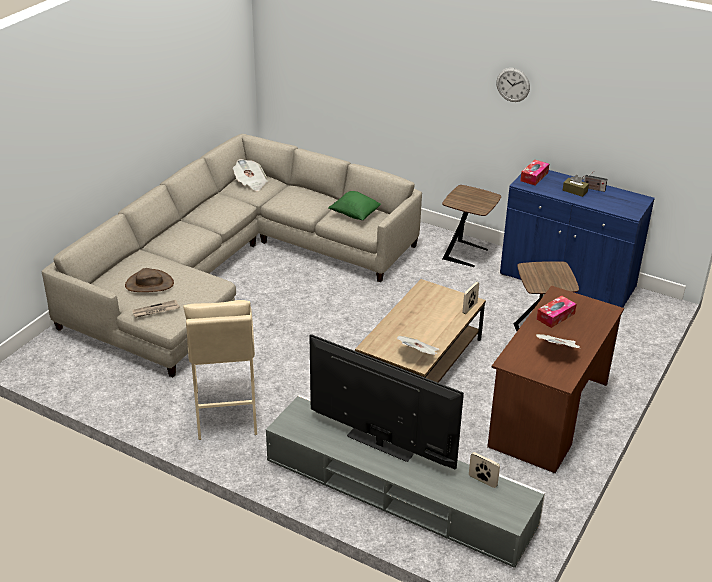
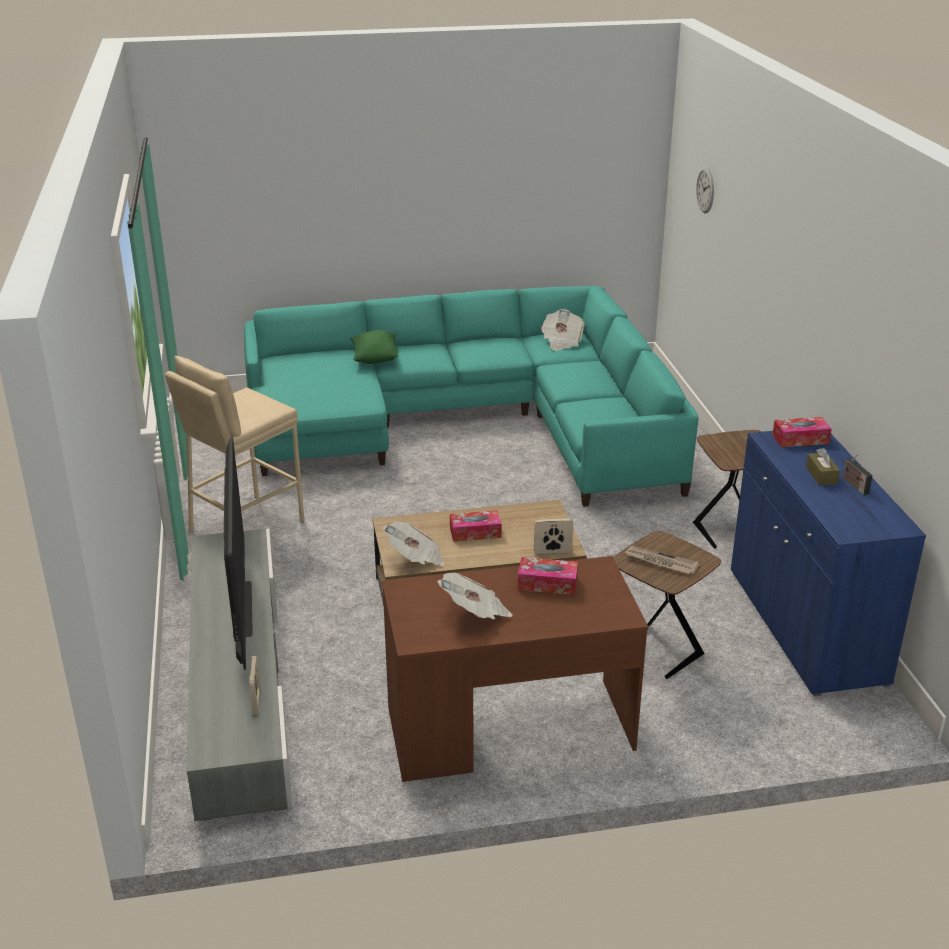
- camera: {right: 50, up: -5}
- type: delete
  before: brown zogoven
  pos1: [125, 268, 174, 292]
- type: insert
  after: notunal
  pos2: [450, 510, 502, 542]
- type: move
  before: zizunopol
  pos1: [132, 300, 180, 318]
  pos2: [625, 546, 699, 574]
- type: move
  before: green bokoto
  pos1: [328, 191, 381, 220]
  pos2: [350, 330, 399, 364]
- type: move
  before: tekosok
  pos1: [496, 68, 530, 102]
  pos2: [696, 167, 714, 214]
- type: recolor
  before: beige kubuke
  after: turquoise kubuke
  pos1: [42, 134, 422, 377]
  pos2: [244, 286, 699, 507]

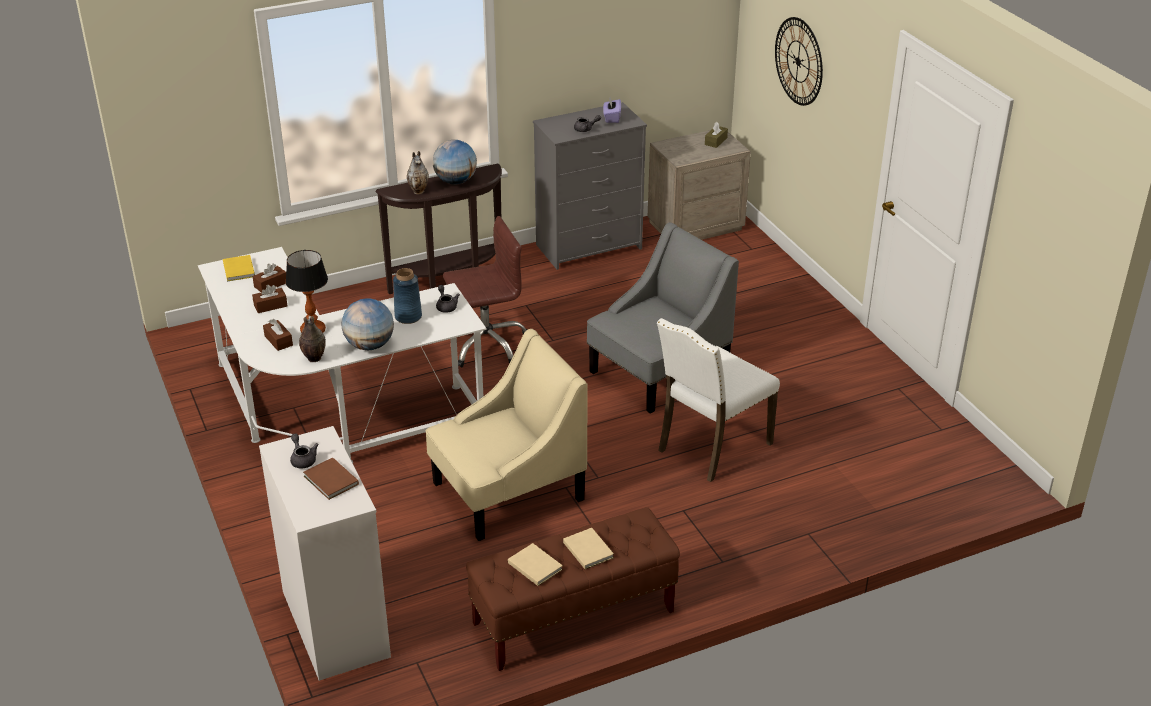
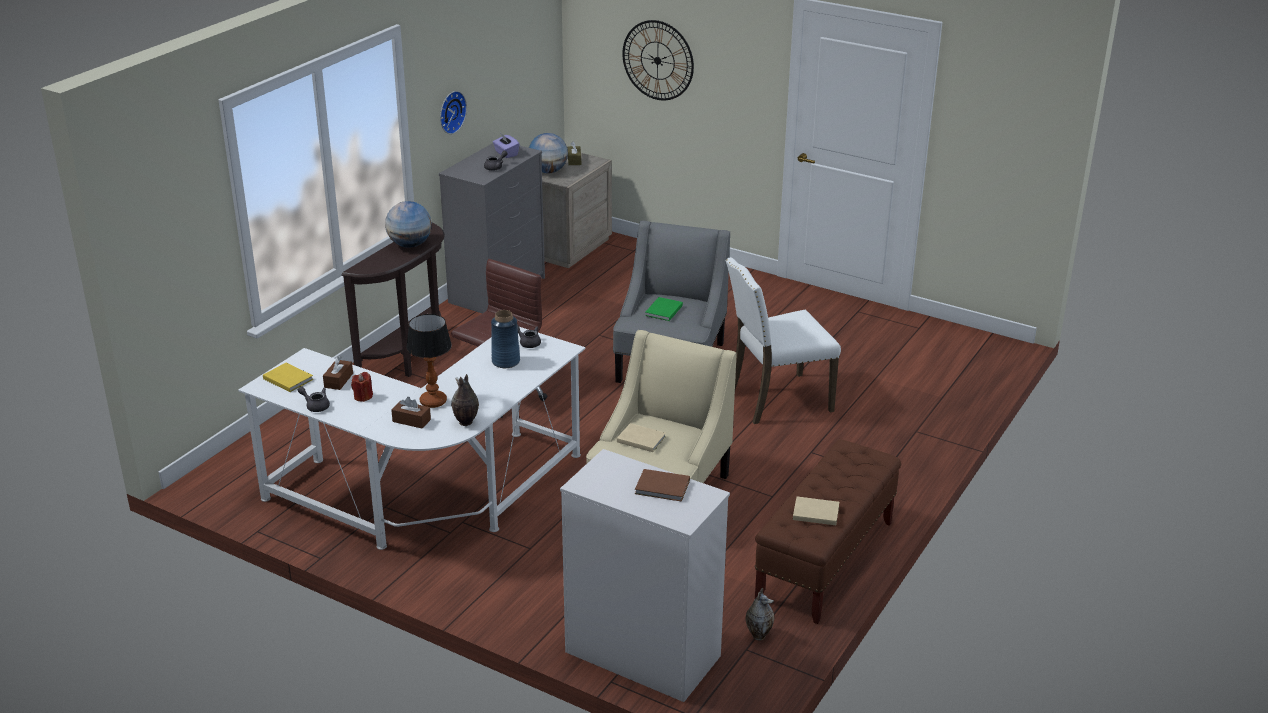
- camera: {right: -35, up: -5}
- type: insert
  after: tekosok
  pos2: [440, 91, 467, 134]
- type: insert
  after: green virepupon
  pos2: [645, 297, 683, 321]
- type: move
  before: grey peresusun
  pos1: [290, 433, 319, 469]
  pos2: [298, 386, 330, 412]
- type: move
  before: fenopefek
  pos1: [341, 298, 394, 350]
  pos2: [529, 133, 568, 173]
- type: move
  before: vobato
  pos1: [407, 151, 429, 194]
  pos2: [746, 588, 774, 641]
- type: move
  before: beige virepupon
  pos1: [563, 528, 614, 569]
  pos2: [617, 423, 666, 452]
- type: replace
  before: brown notunal
  after: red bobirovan
  pos1: [252, 285, 287, 313]
  pos2: [351, 372, 373, 402]
- type: rotate
  before: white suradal
  pos1: [657, 318, 780, 482]
  pos2: [725, 257, 841, 424]
  turn: 60

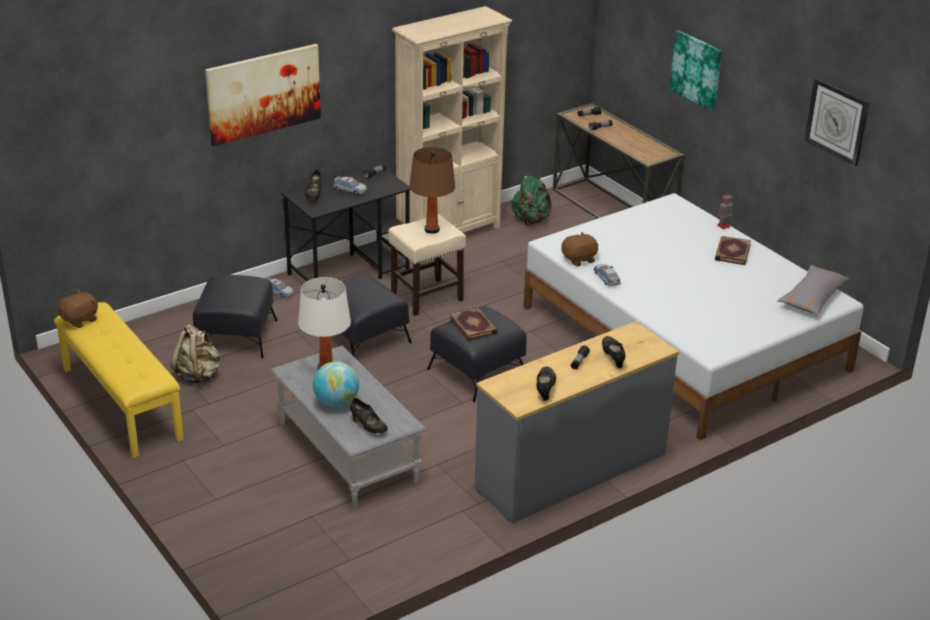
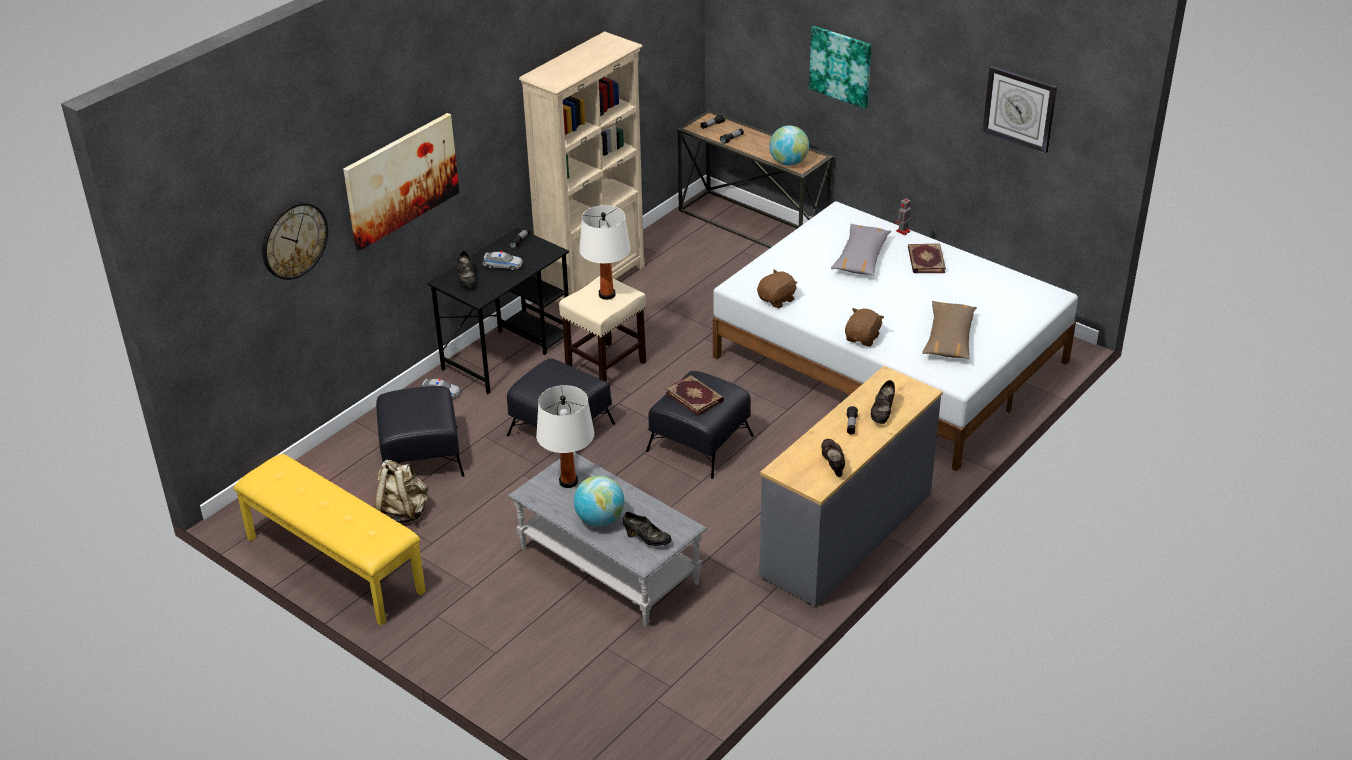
- camera: {right: -15, up: 5}
- type: delete
  before: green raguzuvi
  pos1: [511, 173, 551, 225]
- type: delete
  before: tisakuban
  pos1: [594, 264, 621, 287]
- type: insert
  after: tekosok
  pos2: [262, 202, 328, 280]
- type: insert
  after: fenopefek
  pos2: [769, 125, 809, 166]
- type: insert
  after: brown bokoto
  pos2: [922, 301, 977, 359]
- type: move
  before: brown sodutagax
  pos1: [58, 290, 98, 328]
  pos2: [845, 308, 884, 347]
- type: move
  before: grey bokoto
  pos1: [777, 265, 849, 315]
  pos2: [831, 224, 891, 276]
- type: recolor
  before: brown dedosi
  after: white dedosi
  pos1: [409, 147, 455, 234]
  pos2: [579, 205, 631, 300]
- type: rotate
  before: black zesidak
  pos1: [602, 336, 626, 368]
  pos2: [871, 380, 895, 424]
  turn: -135

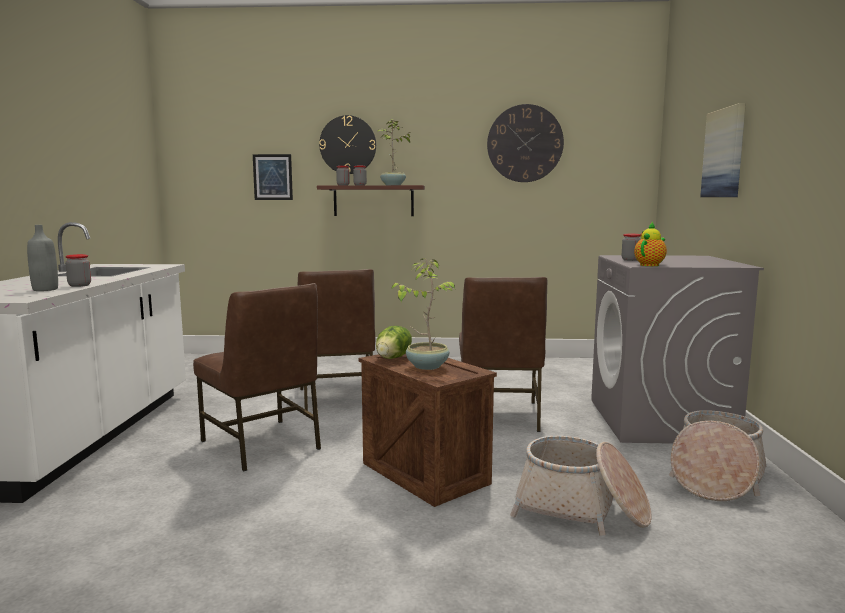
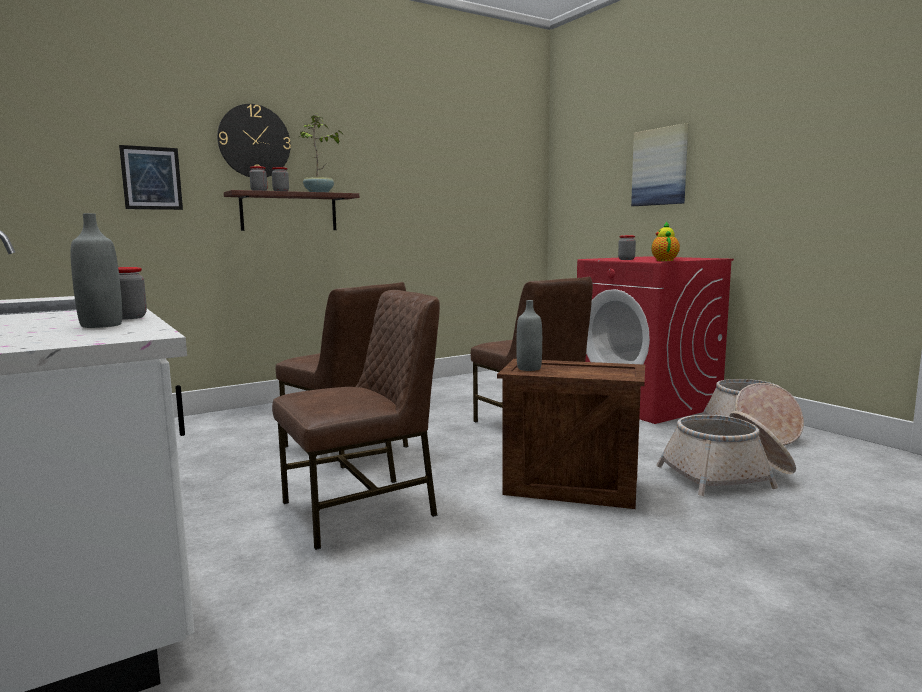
- camera: {right: -35, up: 0}
- type: delete
  before: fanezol
  pos1: [392, 258, 455, 370]
- type: delete
  before: tekosok
  pos1: [487, 104, 564, 182]
- type: replace
  before: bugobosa
  after: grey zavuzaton
  pos1: [376, 326, 412, 359]
  pos2: [516, 300, 542, 371]
- type: recolor
  before: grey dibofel
  after: red dibofel
  pos1: [591, 255, 764, 444]
  pos2: [577, 256, 734, 424]
- type: rotate
  before: brown suradal
  pos1: [193, 283, 321, 471]
  pos2: [272, 290, 440, 550]
  turn: -45

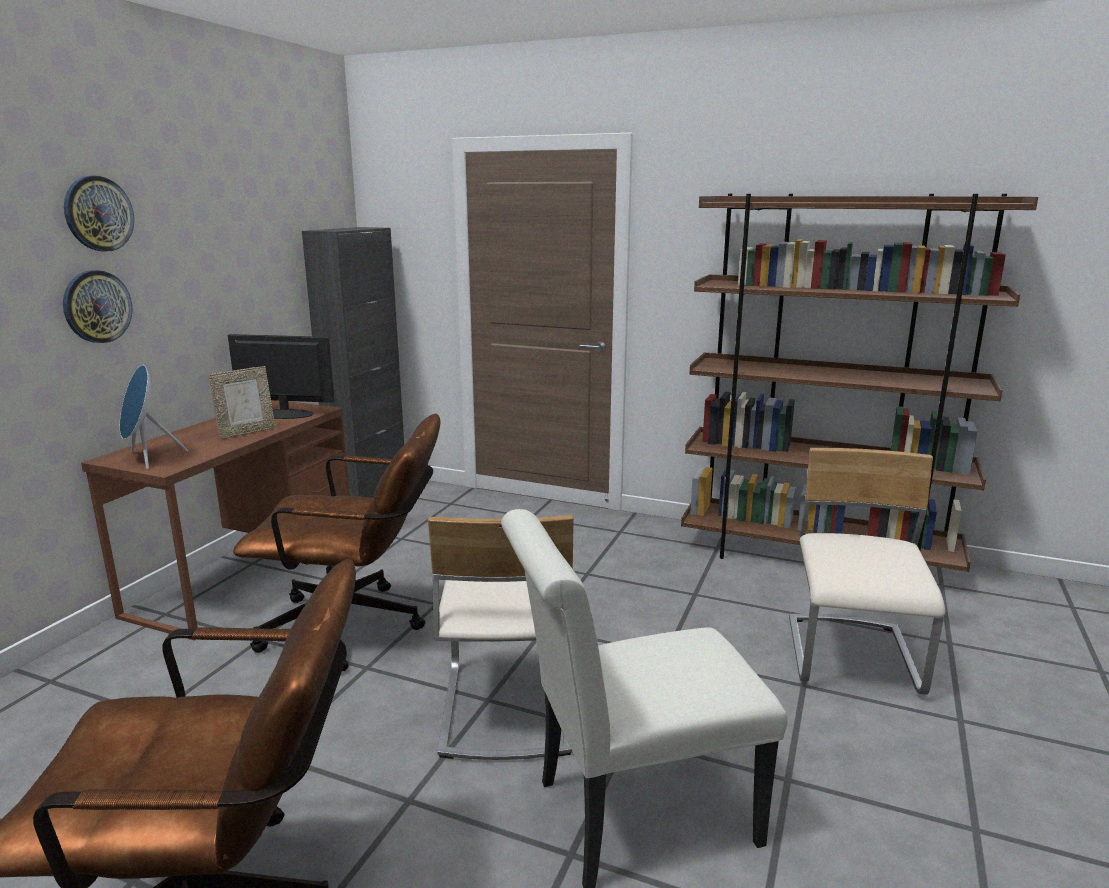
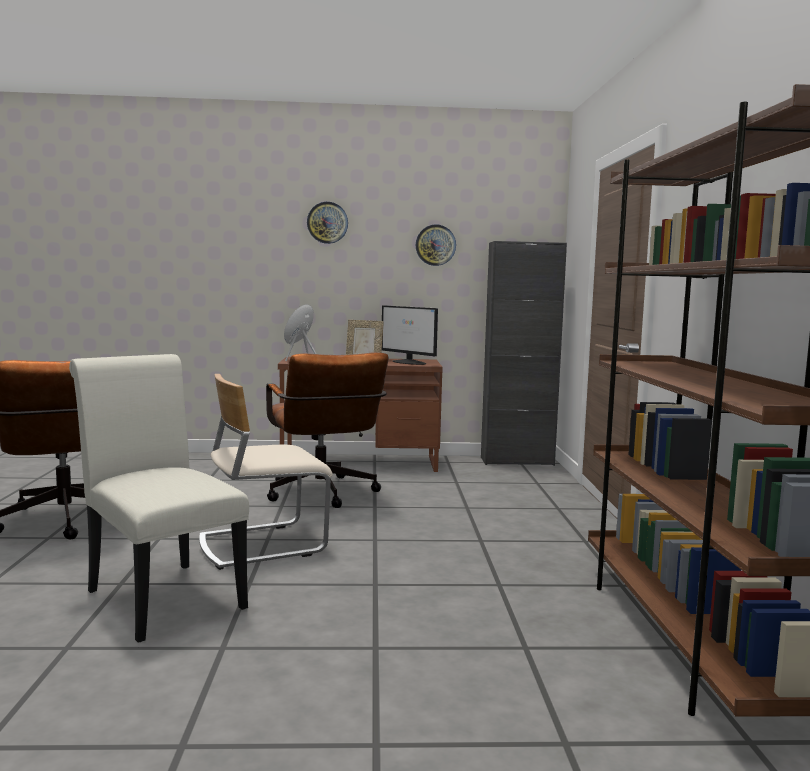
- camera: {right: 65, up: -10}
- type: delete
  before: beige suradal
  pos1: [789, 448, 945, 695]
- type: move
  before: tekosok
  pos1: [63, 270, 133, 343]
  pos2: [416, 224, 456, 266]
- type: rotate
  before: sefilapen
  pos1: [228, 334, 335, 419]
  pos2: [382, 305, 438, 365]
  turn: 150

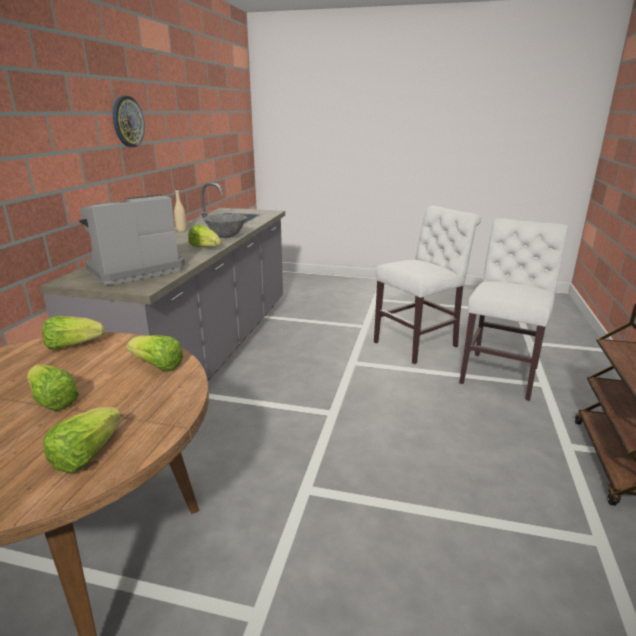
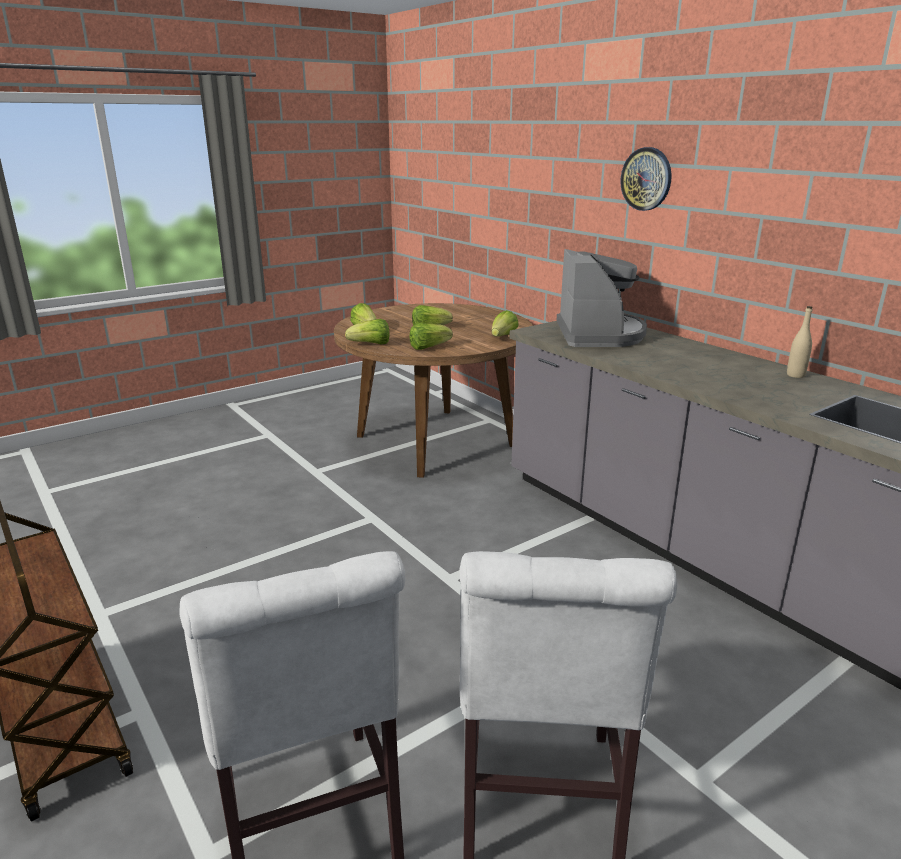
- camera: {right: 130, up: 0}
- type: delete
  before: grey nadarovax
  pos1: [203, 214, 247, 238]
- type: move
  before: tekosok
  pos1: [113, 96, 145, 147]
  pos2: [621, 147, 672, 211]
- type: move
  before: bugobosa
  pos1: [188, 225, 221, 247]
  pos2: [345, 319, 390, 345]

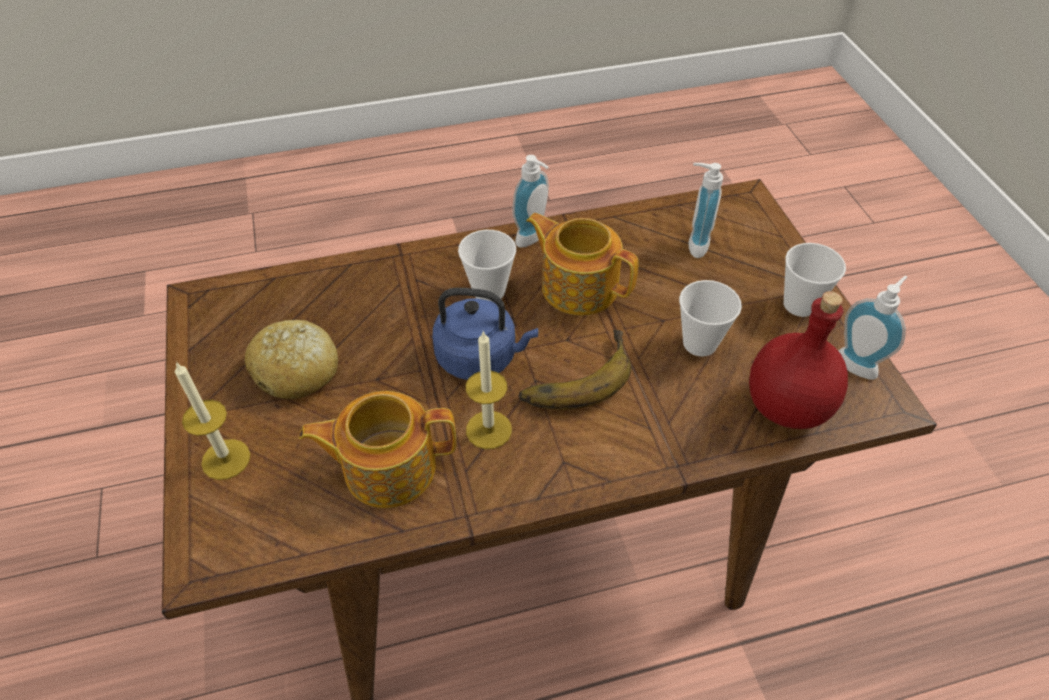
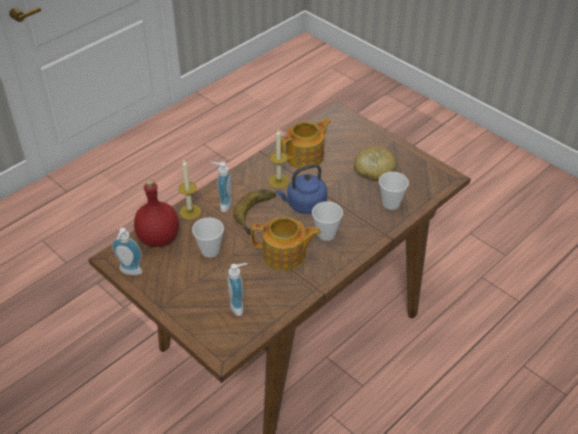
- camera: {right: 150, up: -5}
- type: move
  before: bobirovan
  pos1: [175, 361, 250, 480]
  pos2: [178, 160, 201, 220]
- type: move
  before: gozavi
  pos1: [512, 155, 549, 248]
  pos2: [211, 162, 232, 212]
- type: move
  before: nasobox
  pos1: [784, 243, 846, 317]
  pos2: [379, 172, 409, 210]

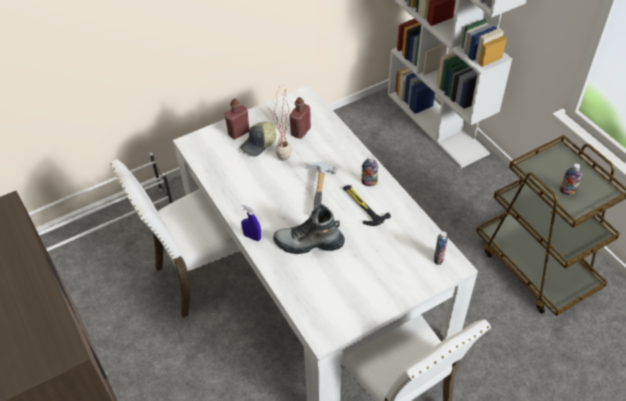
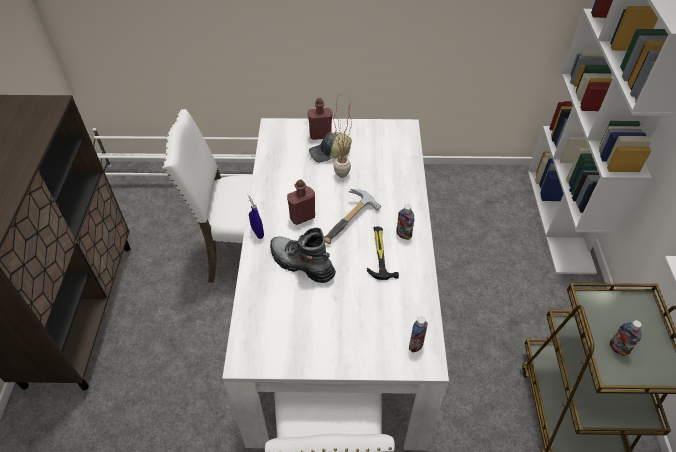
- camera: {right: 30, up: 0}
- type: move
  before: red zavuzaton
  pos1: [289, 97, 311, 139]
  pos2: [287, 180, 315, 225]

